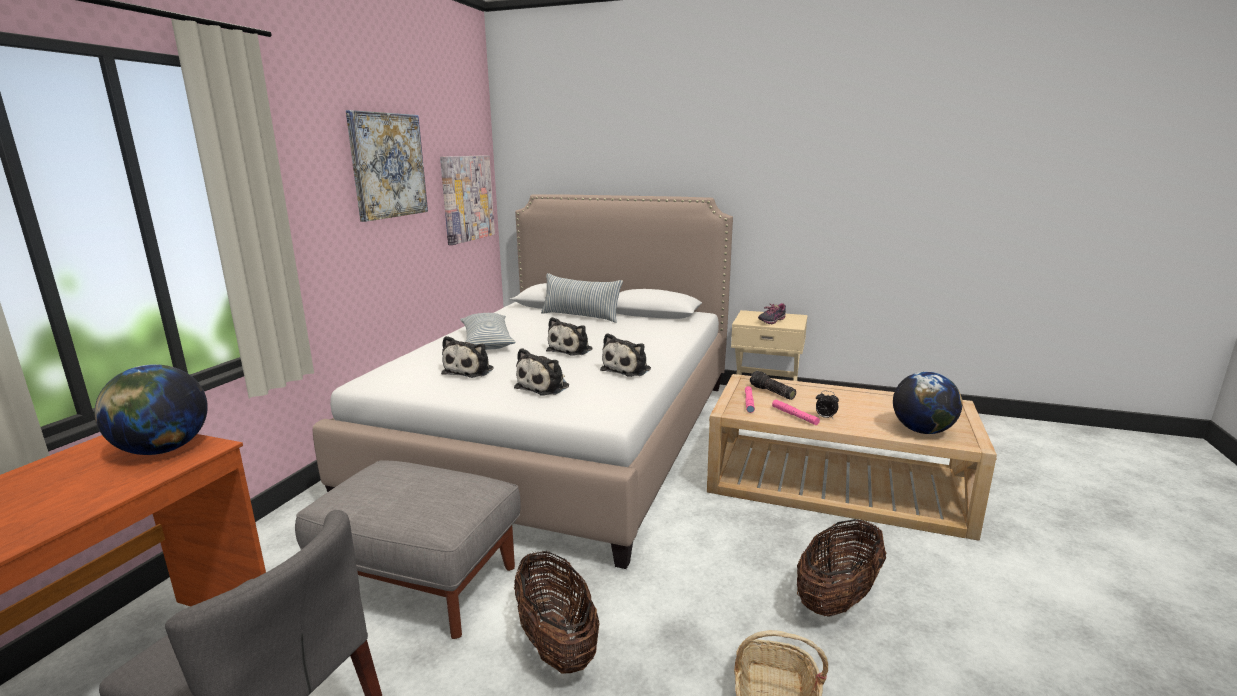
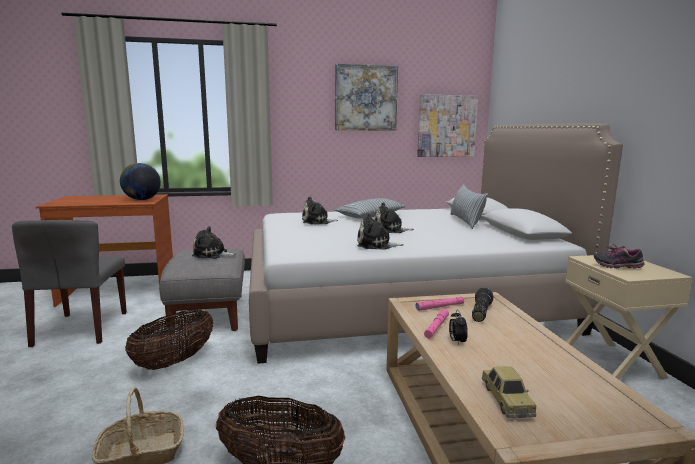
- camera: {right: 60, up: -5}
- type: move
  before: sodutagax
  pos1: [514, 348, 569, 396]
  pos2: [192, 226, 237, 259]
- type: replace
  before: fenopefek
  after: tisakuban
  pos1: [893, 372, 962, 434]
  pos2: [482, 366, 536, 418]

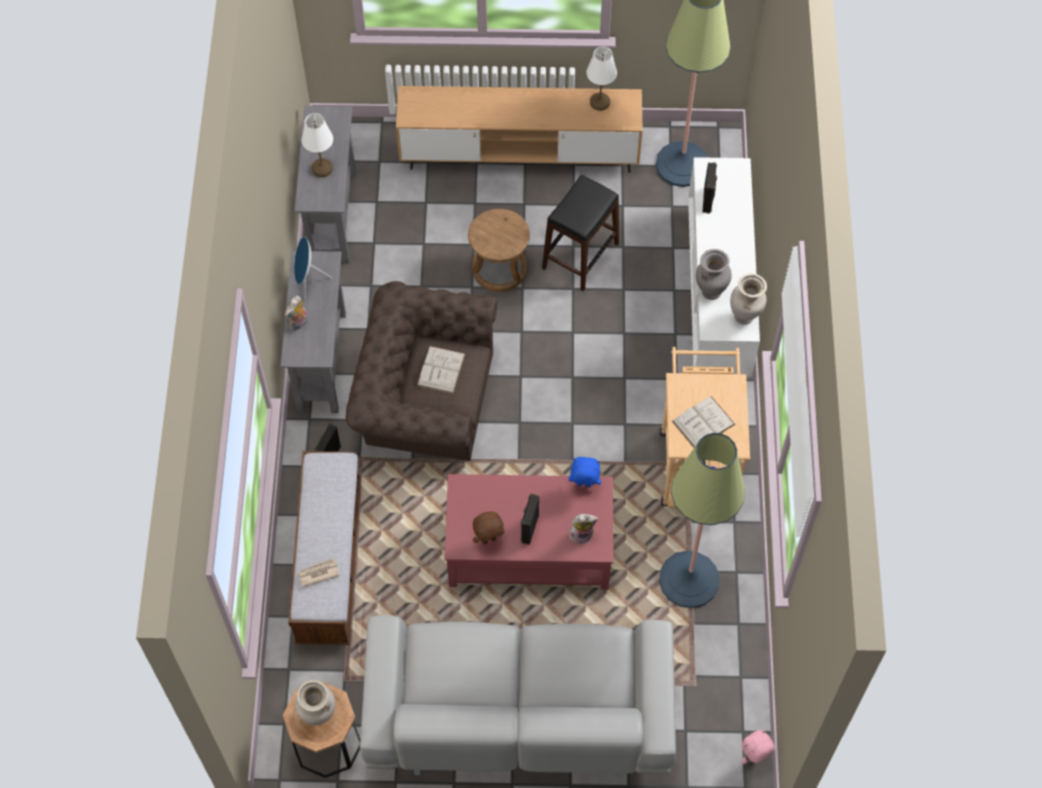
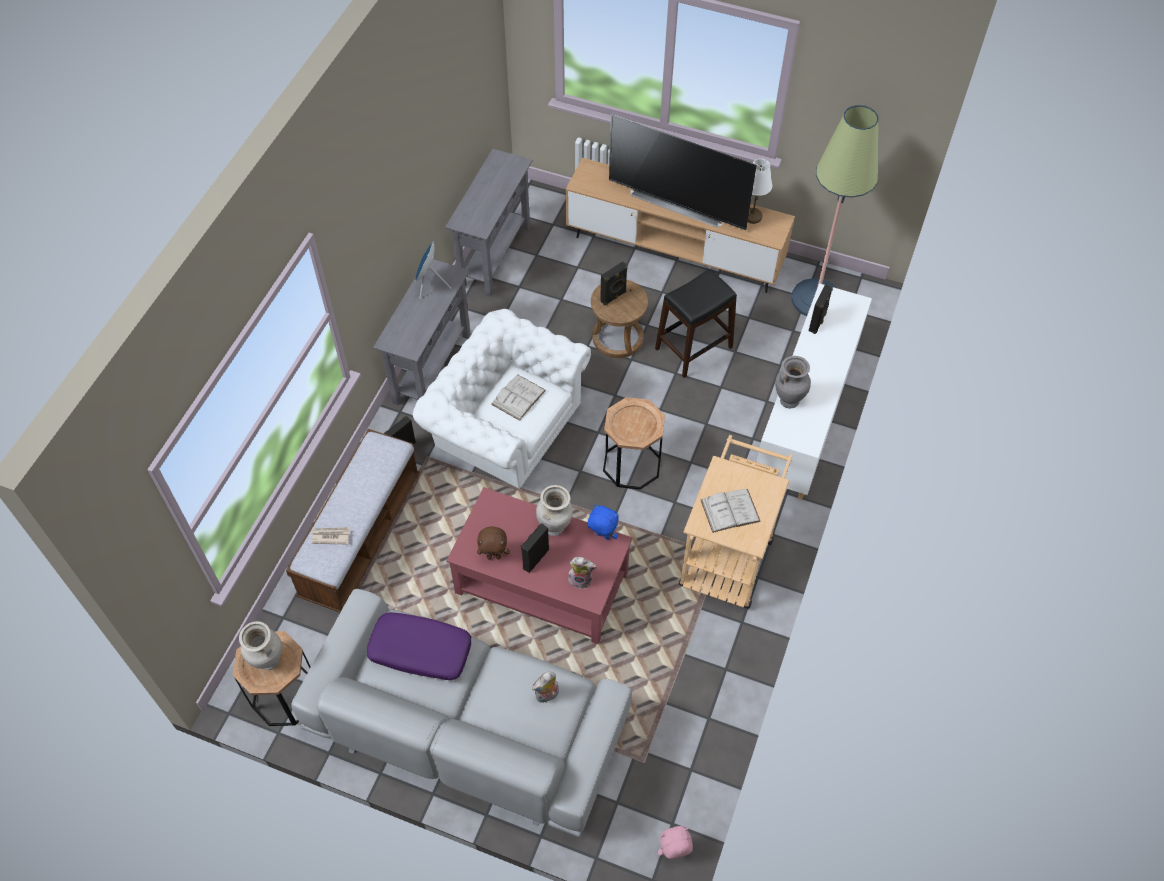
- camera: {right: 20, up: -5}
- type: delete
  before: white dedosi
  pos1: [302, 113, 333, 177]
- type: delete
  before: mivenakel
  pos1: [659, 433, 745, 608]
- type: insert
  after: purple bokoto
  pos2: [367, 612, 471, 680]
- type: insert
  after: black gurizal
  pos2: [600, 261, 628, 306]
- type: insert
  after: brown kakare
  pos2: [603, 397, 665, 490]
- type: insert
  after: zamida
  pos2: [609, 114, 757, 230]
- type: move
  before: sodutagax
  pos1: [285, 296, 308, 331]
  pos2: [532, 671, 559, 703]
- type: move
  before: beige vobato
  pos1: [730, 273, 767, 325]
  pos2: [536, 485, 573, 536]
- type: recolor
  before: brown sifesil
  after: white sifesil
  pos1: [346, 281, 497, 461]
  pos2: [413, 309, 591, 489]

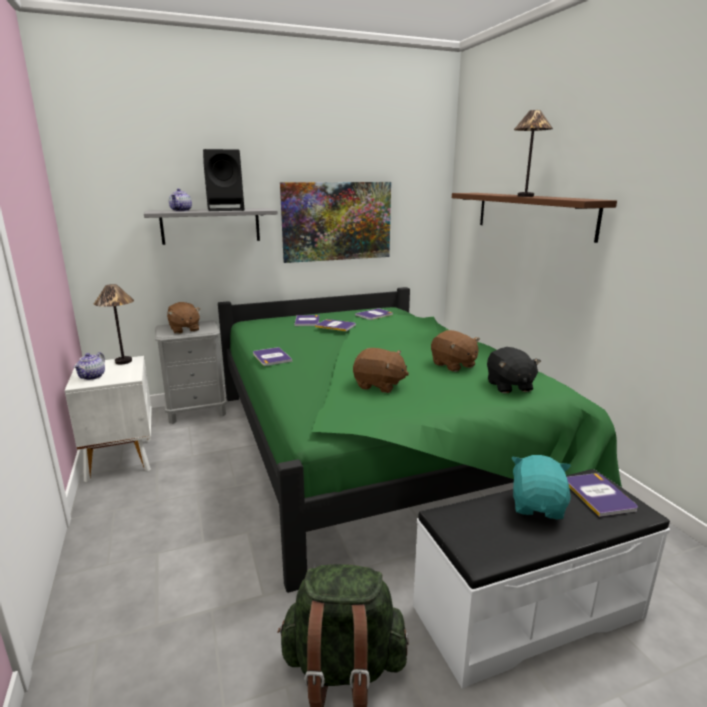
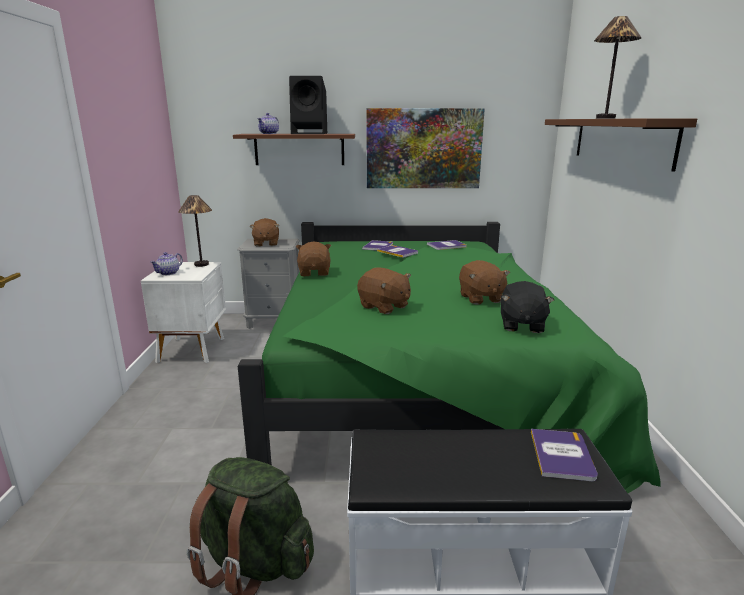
- camera: {right: 20, up: 0}
- type: delete
  before: turquoise sodutagax
  pos1: [512, 455, 571, 519]
- type: replace
  before: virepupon
  after: brown sodutagax
  pos1: [253, 347, 292, 366]
  pos2: [296, 241, 331, 276]
- type: recolor
  before: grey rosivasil
  after: brown rosivasil
  pos1: [144, 208, 278, 245]
  pos2: [233, 134, 355, 165]

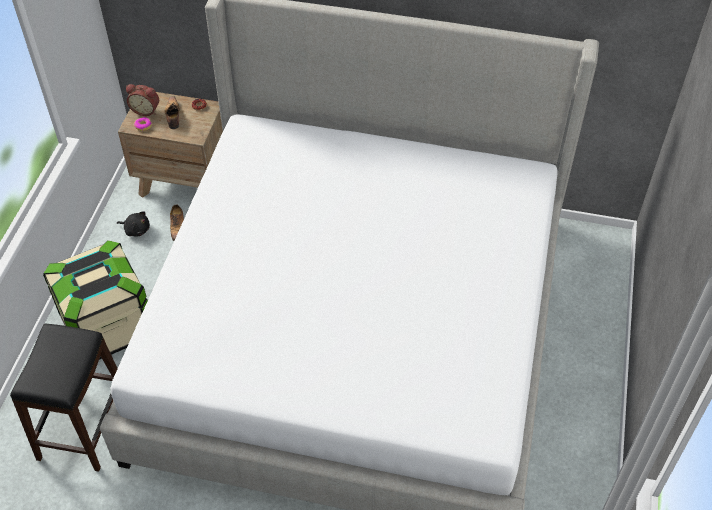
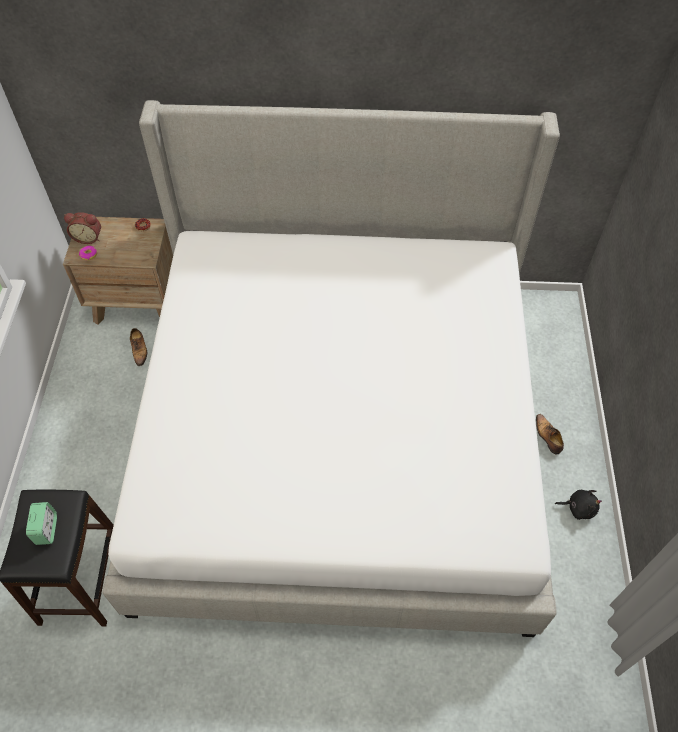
- camera: {right: -10, up: 5}
- type: delete
  before: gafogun
  pos1: [43, 240, 148, 360]
- type: insert
  after: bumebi
  pos2: [26, 502, 57, 545]
- type: move
  before: black sodutagax
  pos1: [117, 212, 150, 237]
  pos2: [555, 490, 602, 520]
- type: move
  before: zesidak
  pos1: [165, 96, 180, 129]
  pos2: [536, 414, 564, 454]

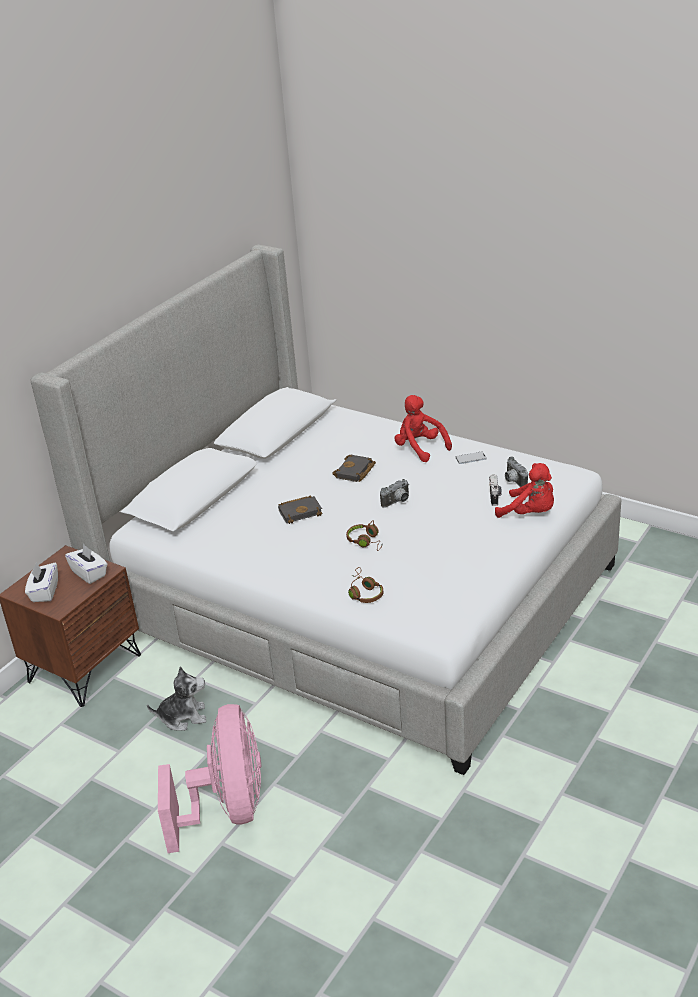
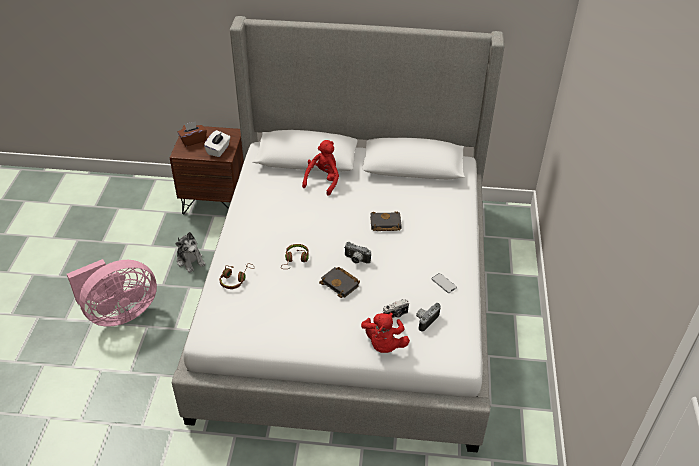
- camera: {right: 60, up: 10}
- type: move
  before: black virepupon
  pos1: [278, 496, 323, 524]
  pos2: [319, 267, 360, 298]
- type: move
  before: red sodutagax
  pos1: [394, 395, 452, 462]
  pos2: [302, 140, 339, 196]
- type: recolor
  before: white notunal
  after: brown notunal
  pos1: [25, 562, 58, 602]
  pos2: [177, 121, 207, 146]

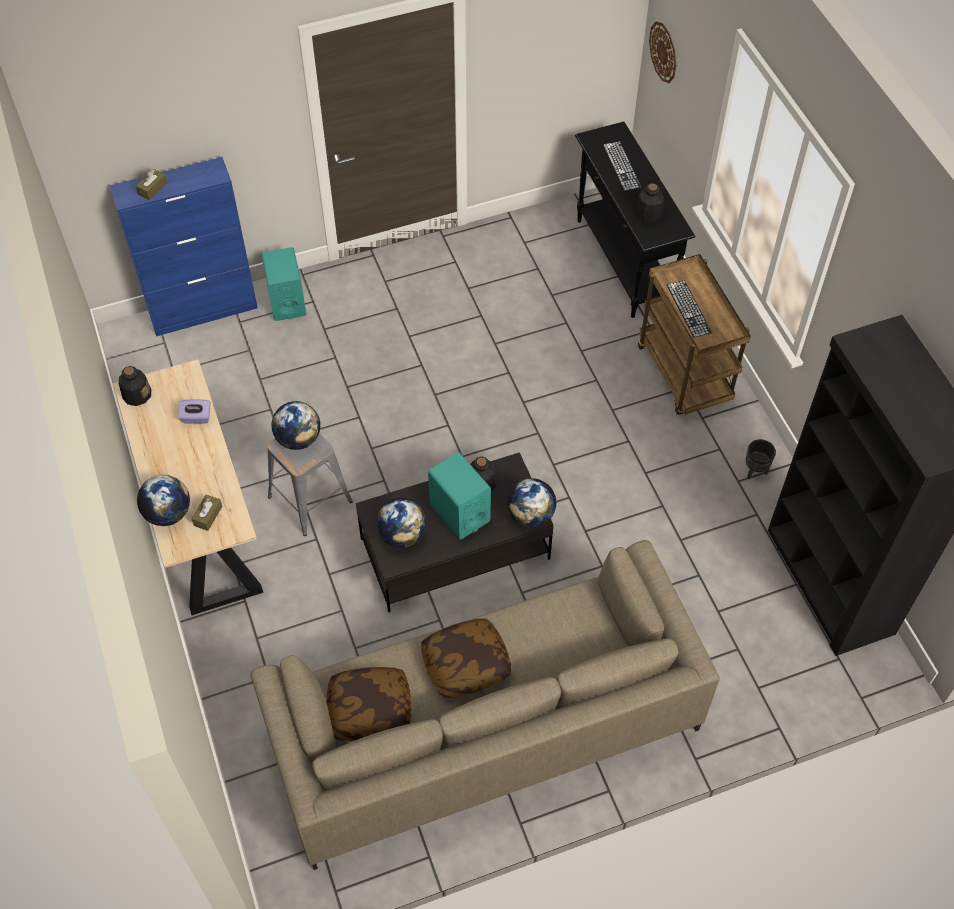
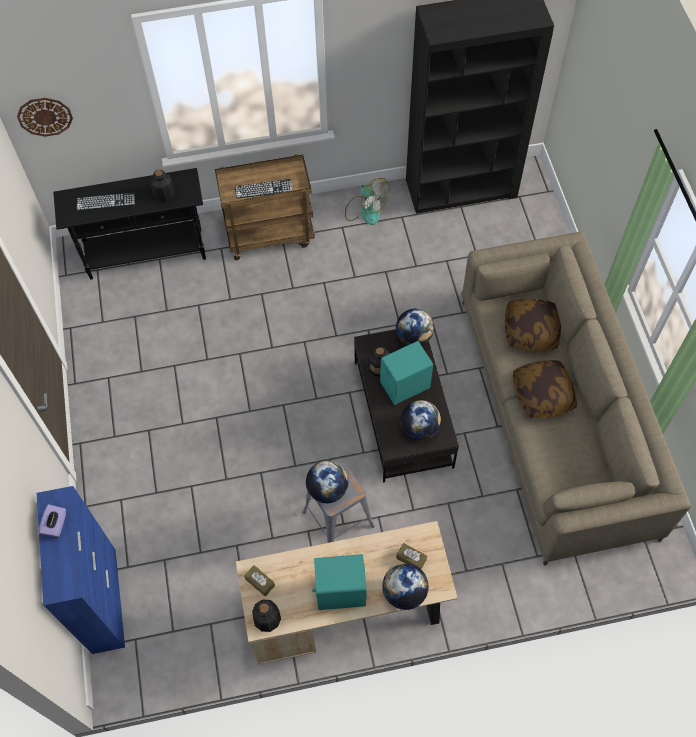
- camera: {right: -80, up: 5}
- type: move
  before: brown notunal
  pos1: [136, 169, 167, 200]
  pos2: [244, 565, 275, 596]
- type: move
  before: purple notunal
  pos1: [178, 399, 211, 424]
  pos2: [39, 504, 66, 537]
- type: move
  before: turquoise gurizal
  pos1: [261, 247, 306, 321]
  pos2: [312, 554, 367, 610]
- type: move
  before: bokoto
  pos1: [326, 667, 411, 741]
  pos2: [505, 299, 561, 351]
- type: replace
  before: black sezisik
  after: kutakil
  pos1: [746, 439, 776, 479]
  pos2: [345, 178, 390, 225]

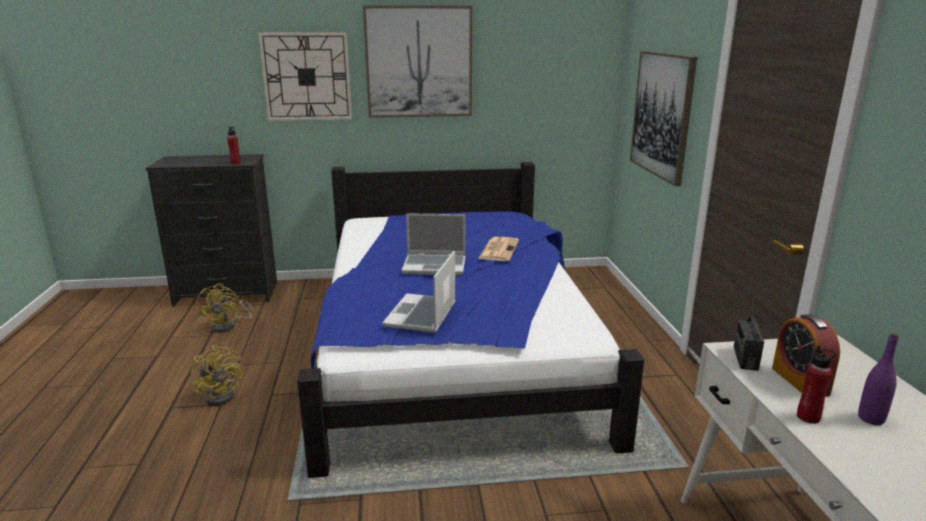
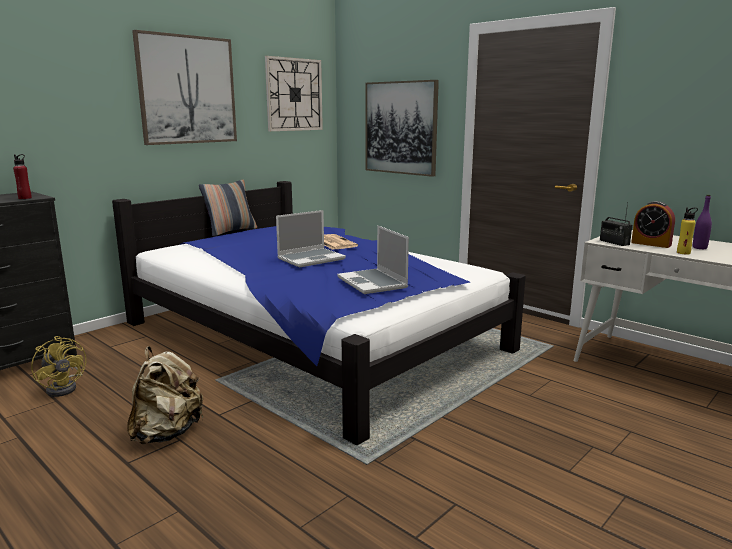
- camera: {right: -40, up: -5}
- type: insert
  after: bokoto
  pos2: [199, 180, 257, 237]
- type: move
  before: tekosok
  pos1: [258, 32, 352, 121]
  pos2: [265, 56, 323, 131]
- type: replace
  before: yellow kutakil
  after: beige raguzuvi
  pos1: [191, 345, 243, 406]
  pos2: [127, 346, 204, 444]
- type: recolor
  before: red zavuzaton
  after: yellow zavuzaton
  pos1: [797, 345, 836, 424]
  pos2: [677, 207, 698, 255]

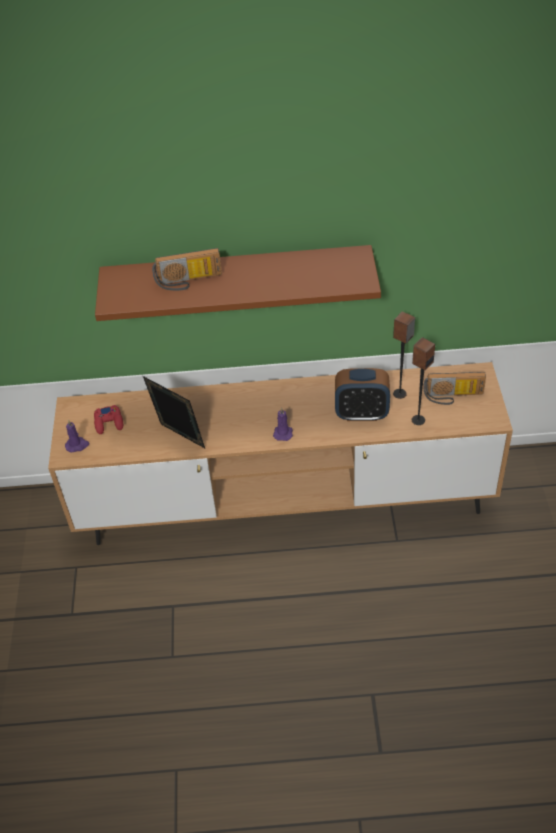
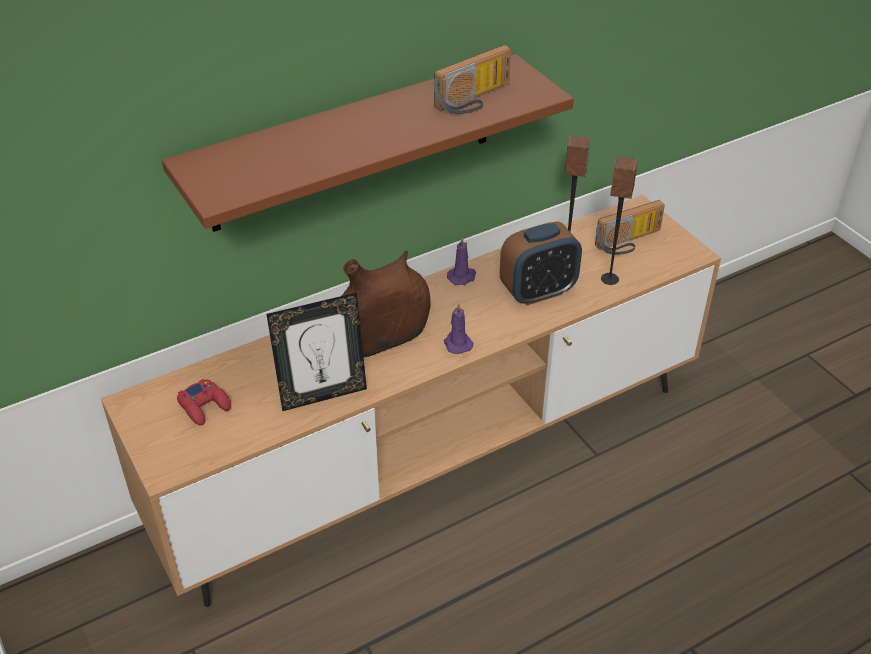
- camera: {right: -30, up: -5}
- type: insert
  after: brown vobato
  pos2: [342, 251, 431, 357]
- type: move
  before: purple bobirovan
  pos1: [65, 420, 90, 453]
  pos2: [447, 237, 476, 285]
- type: move
  before: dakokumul
  pos1: [152, 248, 222, 291]
  pos2: [433, 45, 511, 114]
- type: rotate
  before: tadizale
  pos1: [143, 376, 205, 448]
  pos2: [267, 293, 367, 411]
  turn: 150

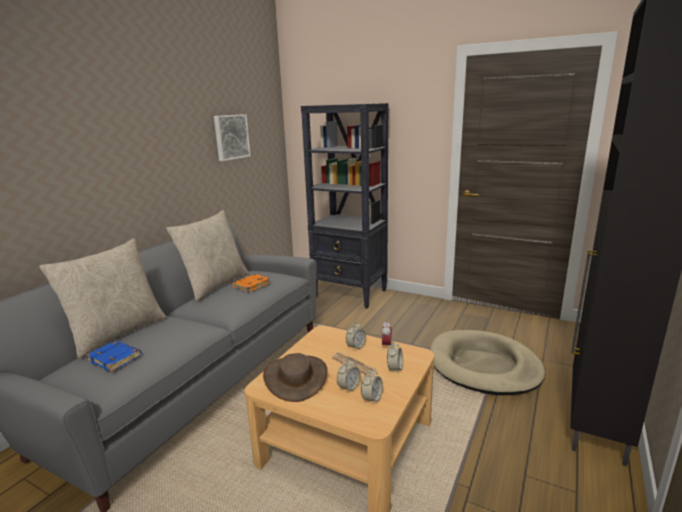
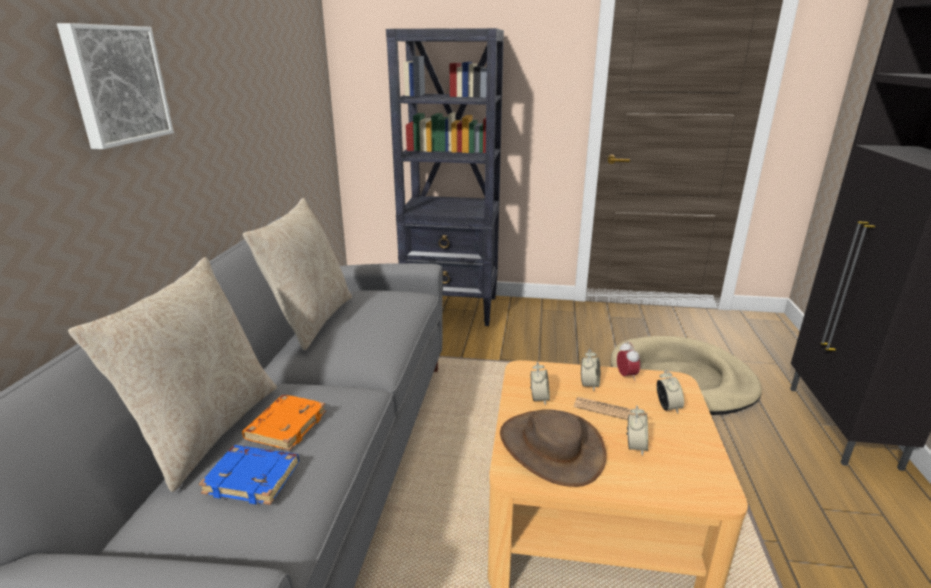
- camera: {right: -20, up: 5}
- type: move
  before: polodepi
  pos1: [214, 114, 251, 161]
  pos2: [57, 23, 174, 149]
- type: move
  before: orange virepupon
  pos1: [232, 274, 270, 292]
  pos2: [242, 395, 326, 451]
- type: move
  before: bumebi
  pos1: [361, 368, 383, 404]
  pos2: [530, 361, 550, 405]

